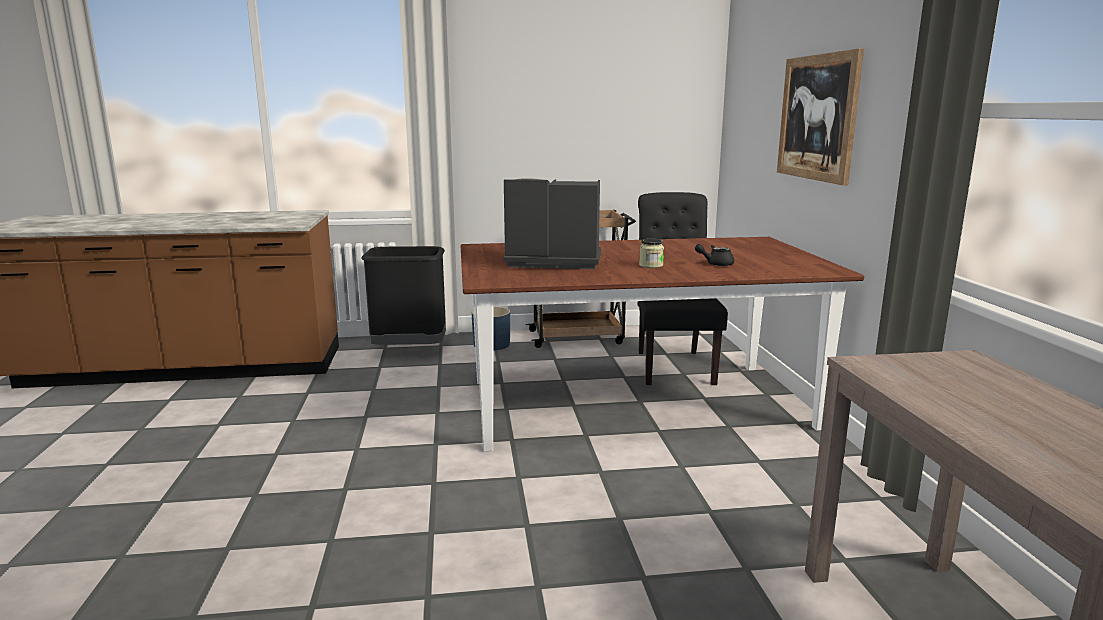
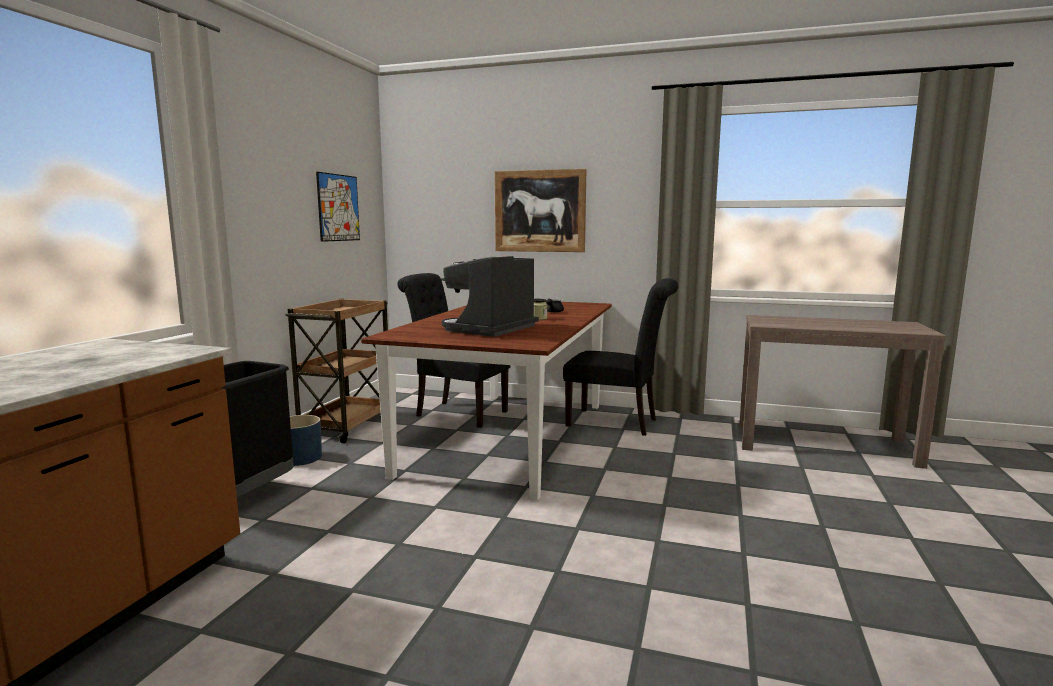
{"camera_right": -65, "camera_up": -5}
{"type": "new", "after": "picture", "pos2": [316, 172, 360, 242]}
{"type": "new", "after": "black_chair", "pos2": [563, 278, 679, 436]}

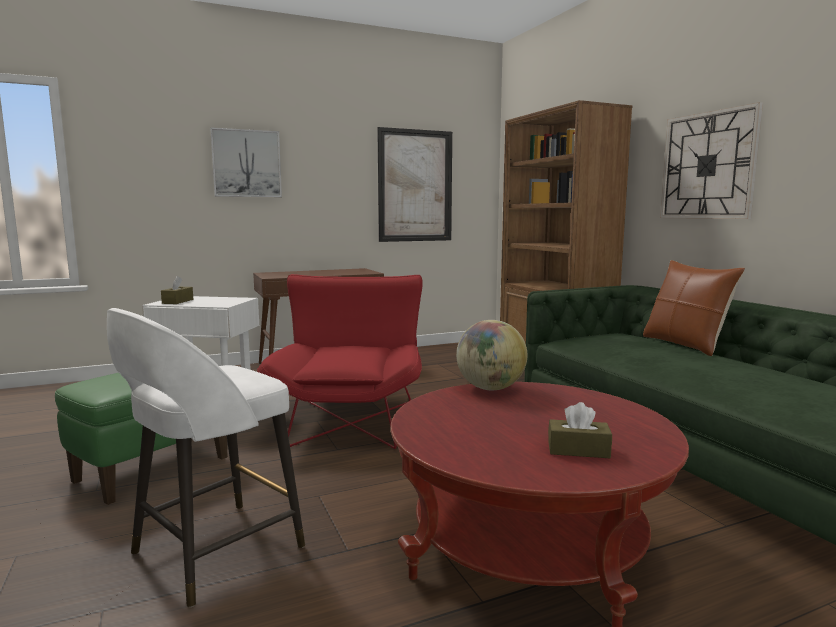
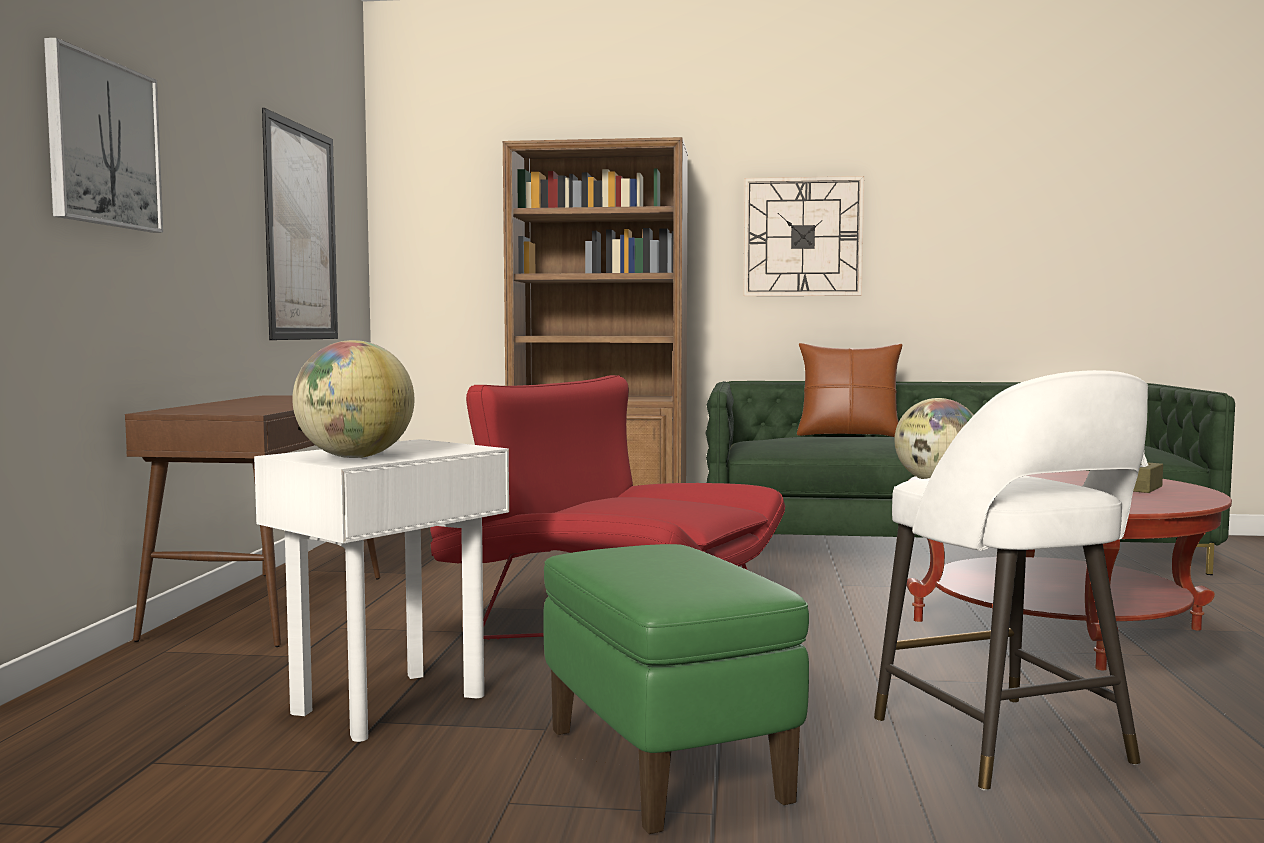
{"camera_right": -60, "camera_up": -5}
{"type": "swapped", "before": "brown_tissue_box", "after": "globe", "pos1": [161, 276, 193, 304], "pos2": [292, 340, 414, 458]}

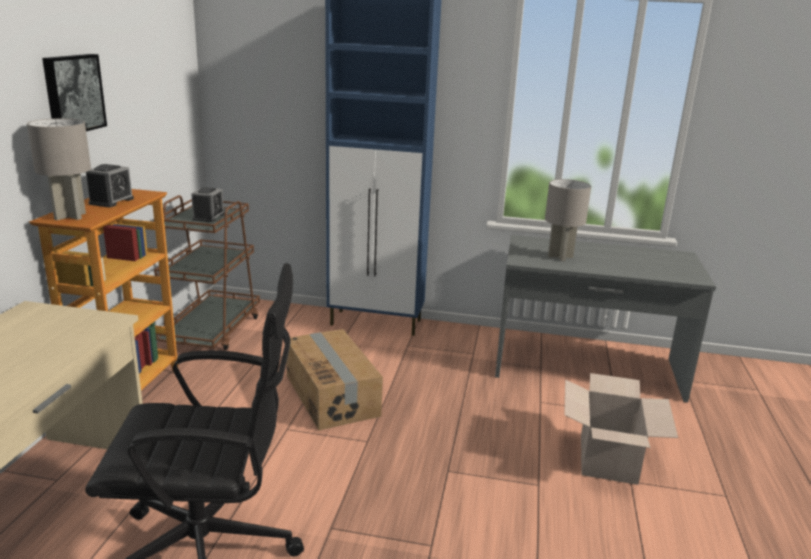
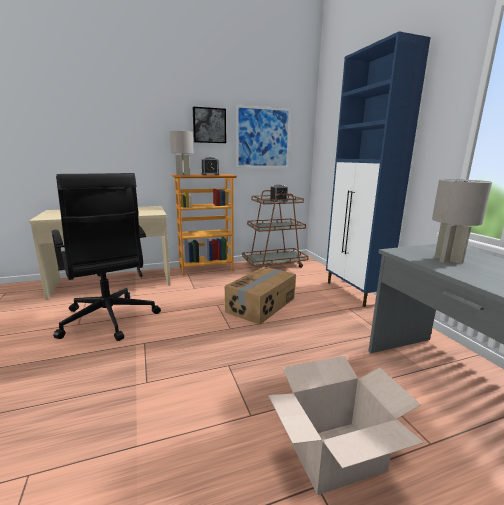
{"camera_right": 60, "camera_up": -5}
{"type": "new", "after": "picture", "pos2": [236, 105, 291, 168]}

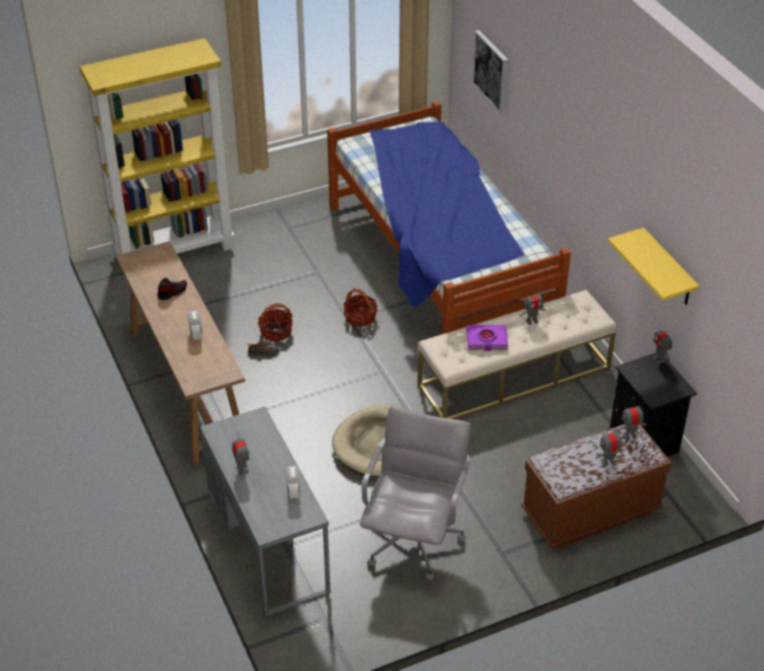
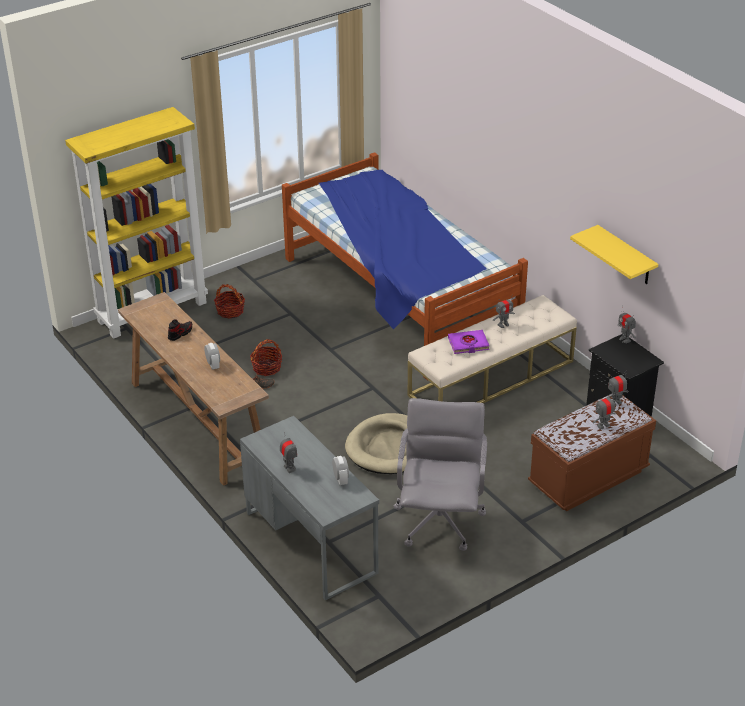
{"camera_right": -10, "camera_up": -5}
{"type": "gone", "before": "picture", "pos1": [472, 30, 508, 114]}
{"type": "shifted", "before": "basket", "pos1": [343, 288, 378, 327], "pos2": [214, 284, 245, 319]}

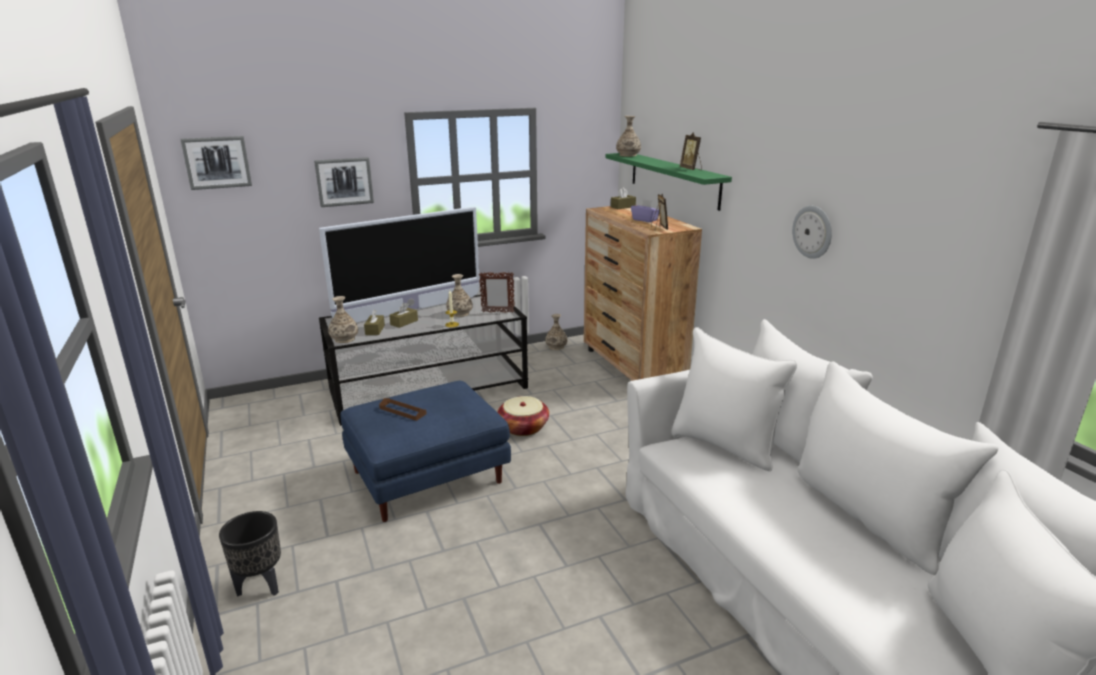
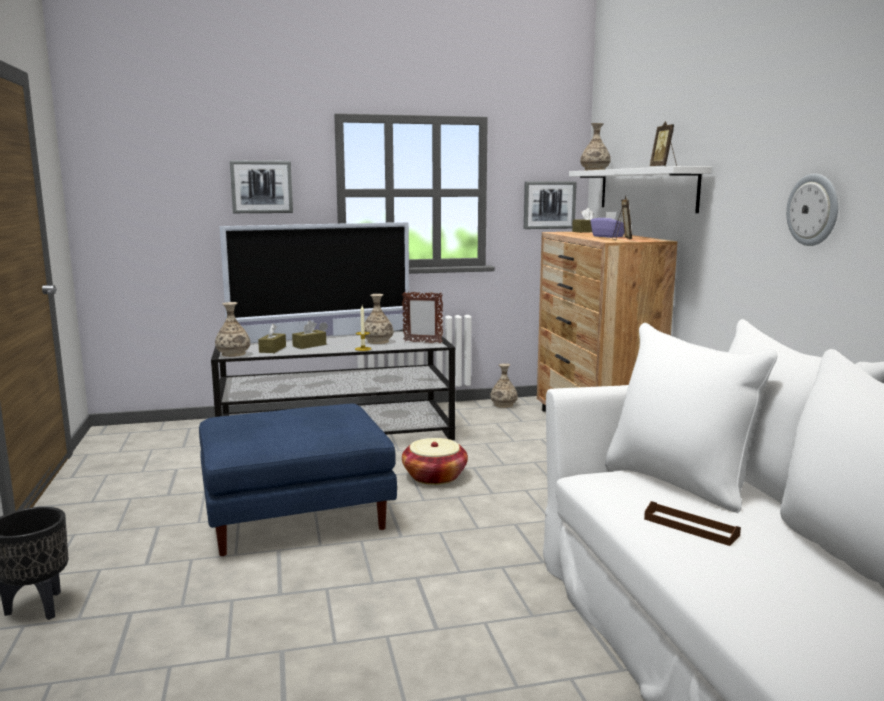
{"camera_right": 10, "camera_up": -10}
{"type": "shifted", "before": "picture", "pos1": [180, 136, 252, 190], "pos2": [524, 181, 577, 229]}
{"type": "shifted", "before": "brown_tray", "pos1": [379, 398, 427, 421], "pos2": [644, 501, 741, 546]}
{"type": "repainted", "before": "green_shelf", "after": "white_shelf", "pos1": [606, 153, 732, 211], "pos2": [569, 166, 712, 213]}

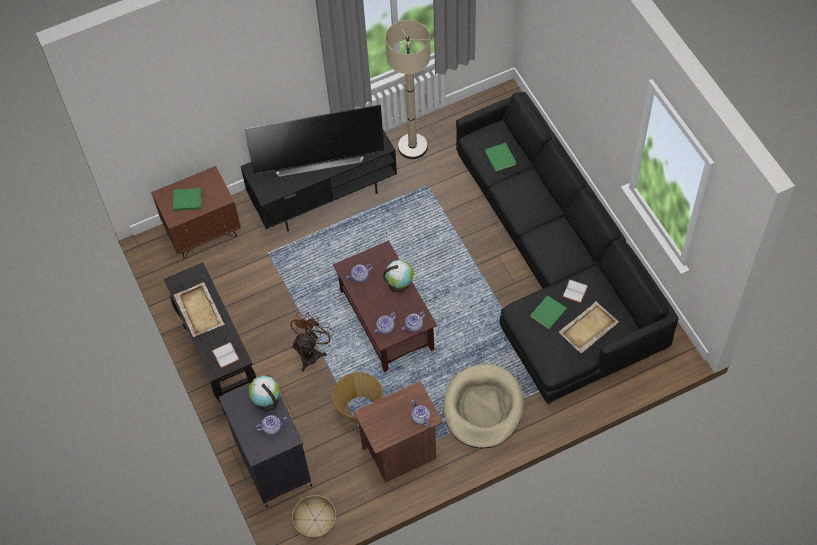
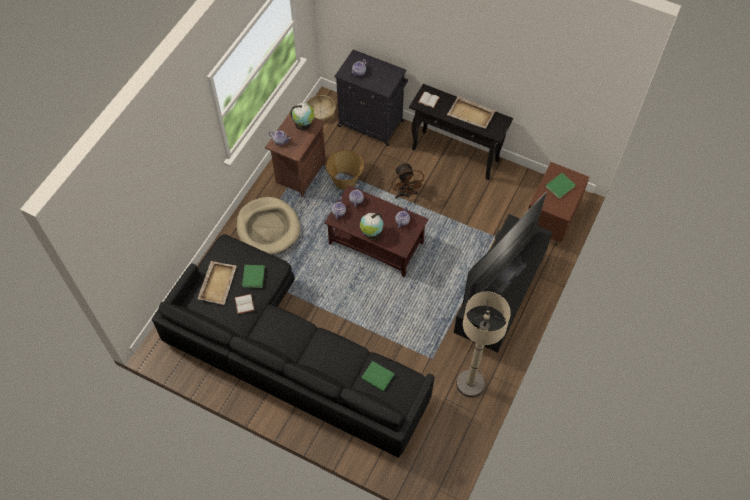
{"camera_right": 140, "camera_up": 0}
{"type": "shifted", "before": "globe", "pos1": [249, 375, 279, 412], "pos2": [290, 103, 314, 131]}

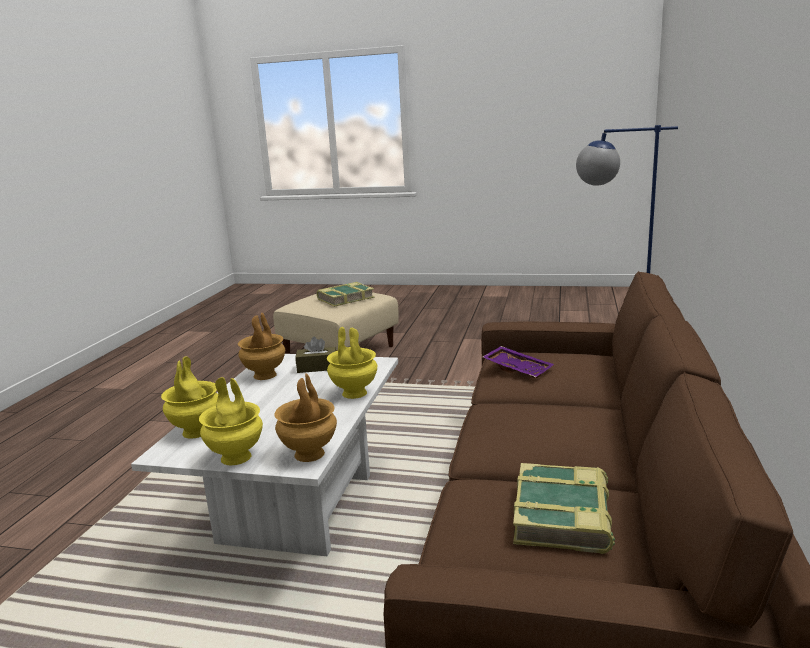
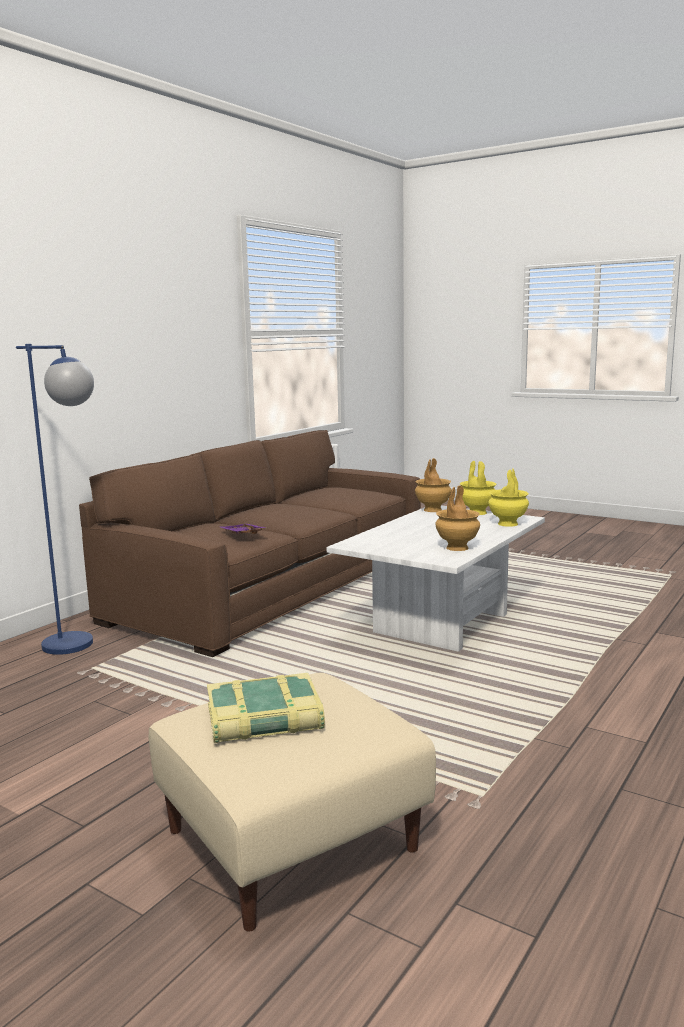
{"camera_right": -160, "camera_up": -5}
{"type": "gone", "before": "brown_tissue_box", "pos1": [295, 337, 336, 373]}
{"type": "gone", "before": "yellow_vase", "pos1": [327, 327, 377, 399]}
{"type": "gone", "before": "book", "pos1": [513, 463, 615, 554]}

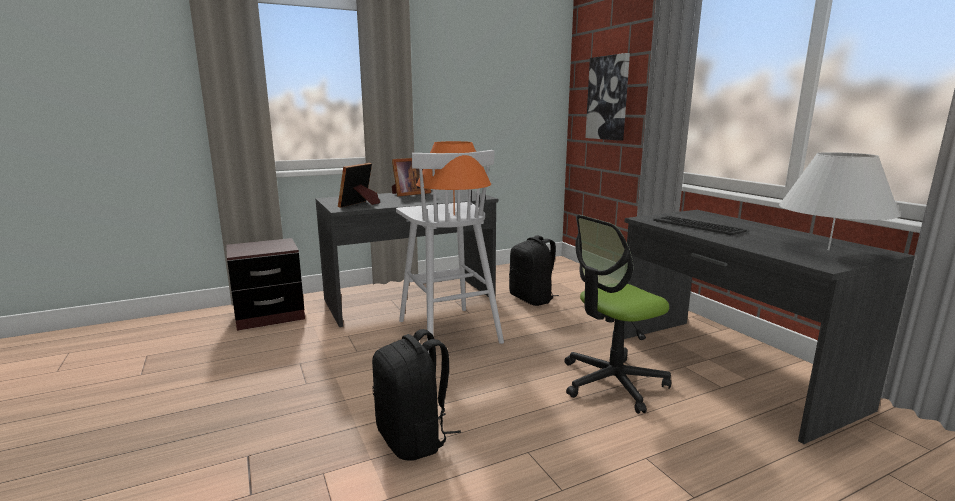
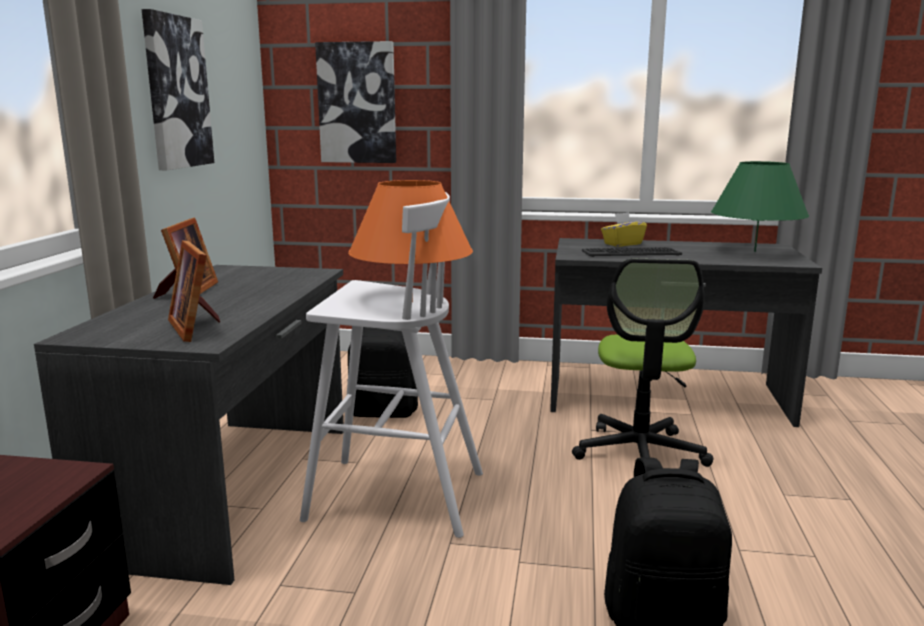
{"camera_right": -55, "camera_up": 0}
{"type": "new", "after": "picture", "pos2": [142, 9, 214, 170]}
{"type": "new", "after": "yellow_tissue_box", "pos2": [601, 212, 647, 247]}
{"type": "repainted", "before": "white_table_lamp", "after": "green_table_lamp", "pos1": [779, 152, 900, 250], "pos2": [711, 161, 809, 252]}

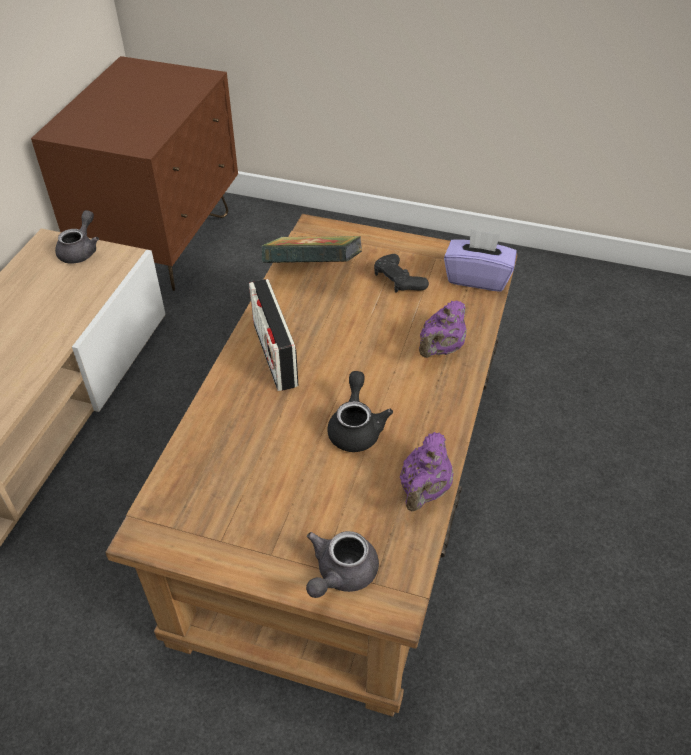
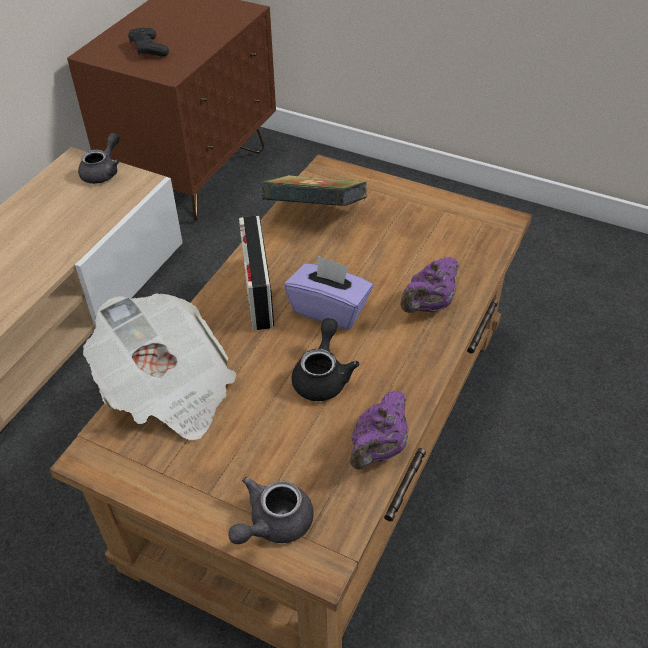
{"camera_right": 10, "camera_up": 0}
{"type": "new", "after": "newspaper", "pos2": [83, 293, 237, 440]}
{"type": "shifted", "before": "black_game_controller", "pos1": [374, 254, 429, 293], "pos2": [128, 28, 169, 57]}
{"type": "shifted", "before": "purple_tissue_box", "pos1": [444, 229, 517, 292], "pos2": [284, 256, 373, 330]}

